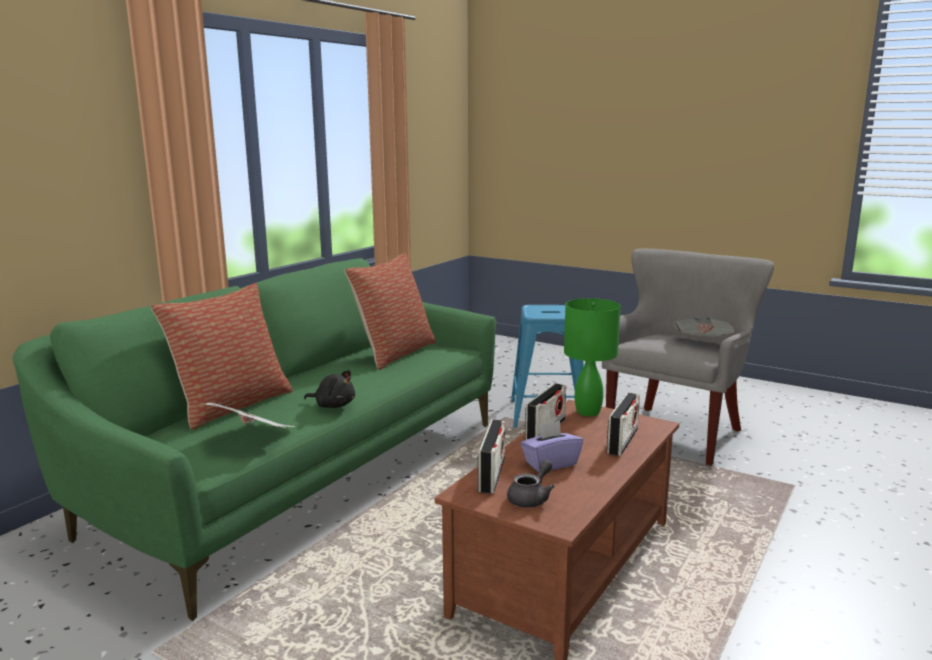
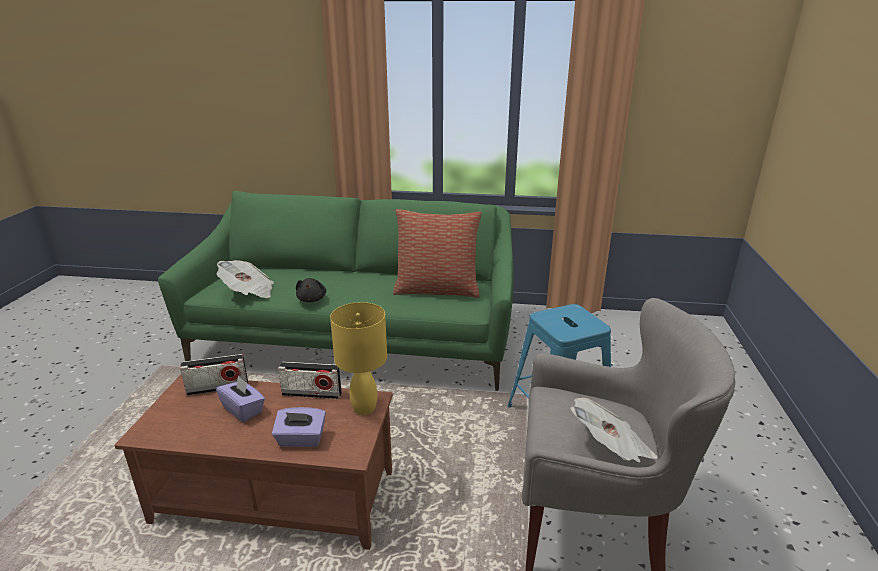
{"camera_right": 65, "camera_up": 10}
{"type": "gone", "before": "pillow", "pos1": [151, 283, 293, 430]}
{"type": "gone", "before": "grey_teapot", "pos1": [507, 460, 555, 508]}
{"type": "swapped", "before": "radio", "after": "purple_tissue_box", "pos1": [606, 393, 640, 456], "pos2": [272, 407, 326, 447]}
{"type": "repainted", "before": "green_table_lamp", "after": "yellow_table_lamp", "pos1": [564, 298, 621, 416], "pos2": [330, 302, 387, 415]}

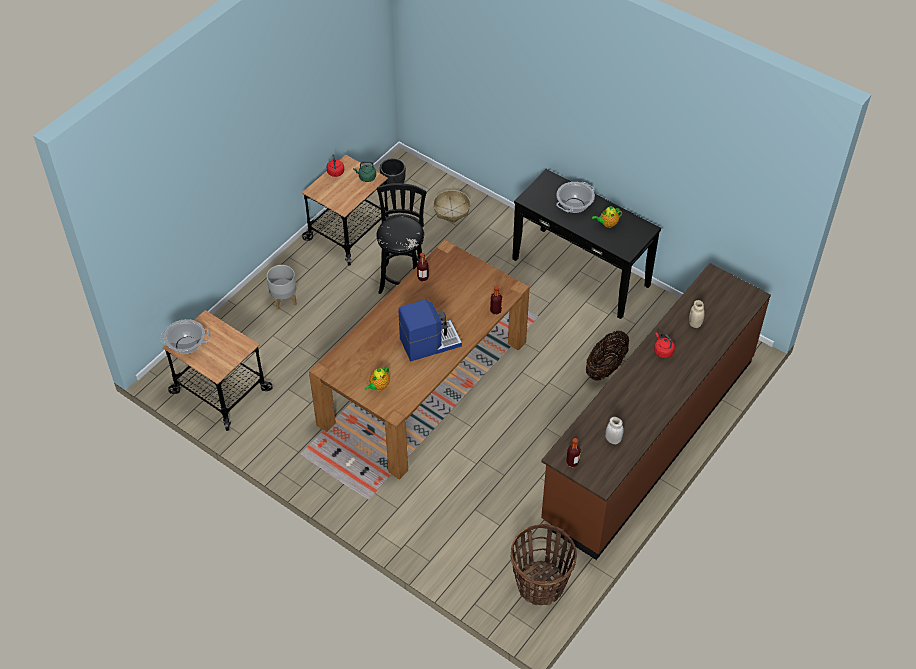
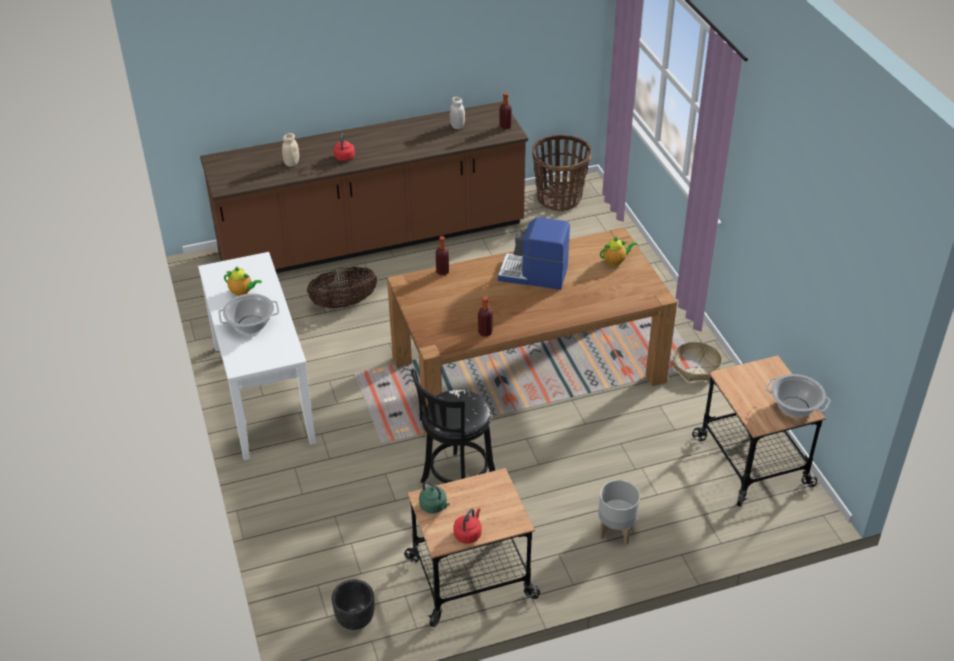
{"camera_right": -145, "camera_up": -10}
{"type": "shifted", "before": "basket", "pos1": [433, 190, 471, 223], "pos2": [673, 341, 723, 381]}
{"type": "repainted", "before": "black_console_table", "after": "white_console_table", "pos1": [512, 169, 661, 319], "pos2": [198, 252, 316, 460]}

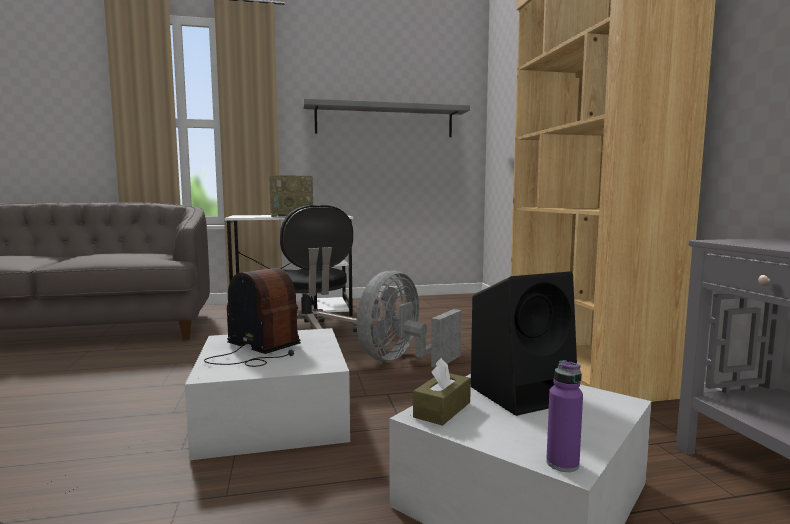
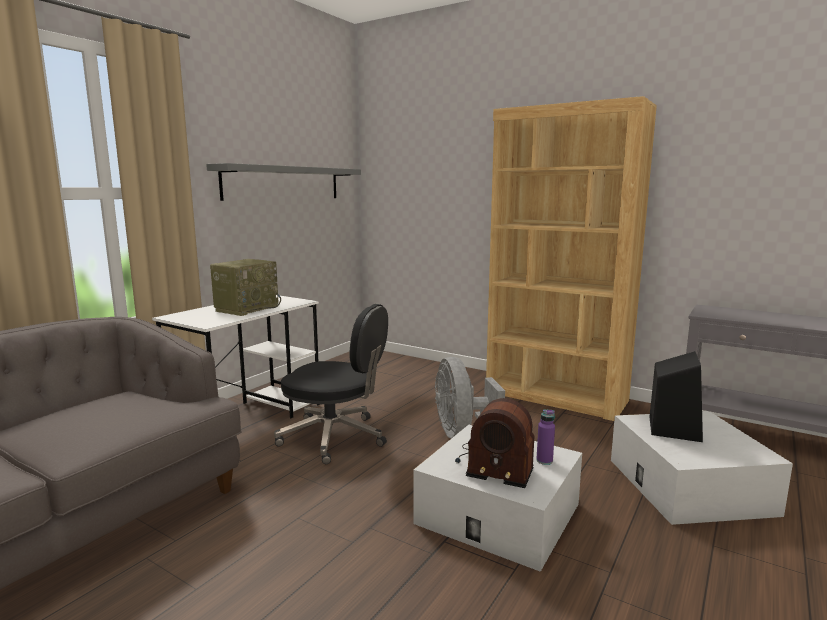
{"camera_right": -45, "camera_up": 5}
{"type": "gone", "before": "brown_tissue_box", "pos1": [413, 358, 471, 426]}
{"type": "shifted", "before": "purple_bottle", "pos1": [546, 360, 583, 472], "pos2": [536, 410, 555, 465]}
{"type": "rotated", "before": "radio", "pos1": [204, 268, 301, 367], "pos2": [455, 398, 535, 488], "turn": -150}

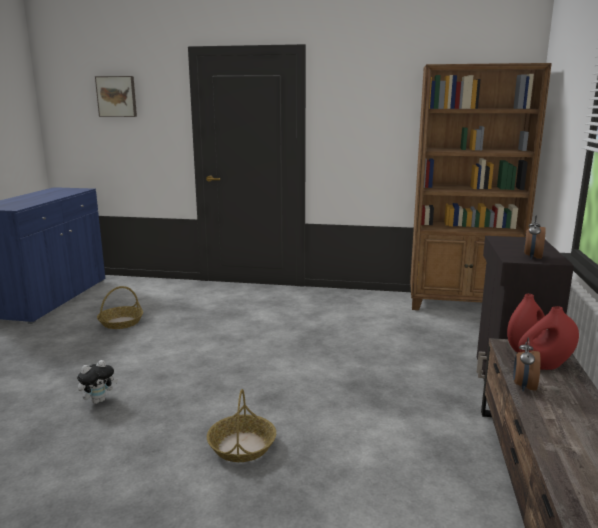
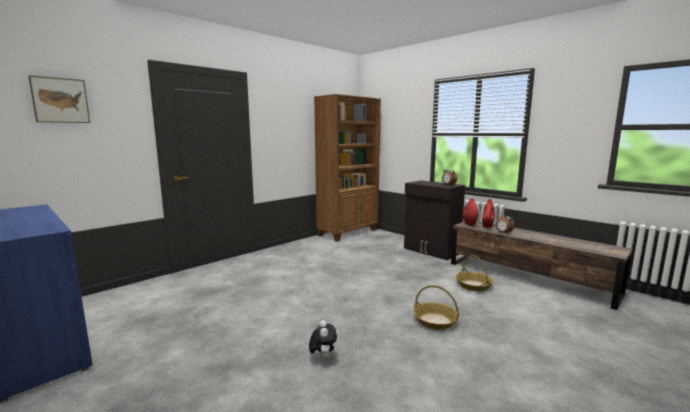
{"camera_right": -55, "camera_up": -5}
{"type": "shifted", "before": "basket", "pos1": [97, 286, 143, 329], "pos2": [456, 256, 494, 291]}

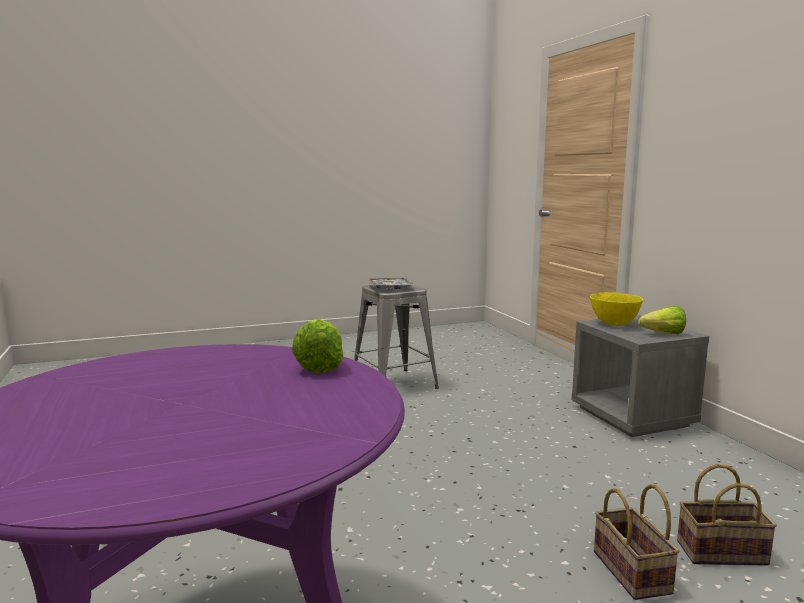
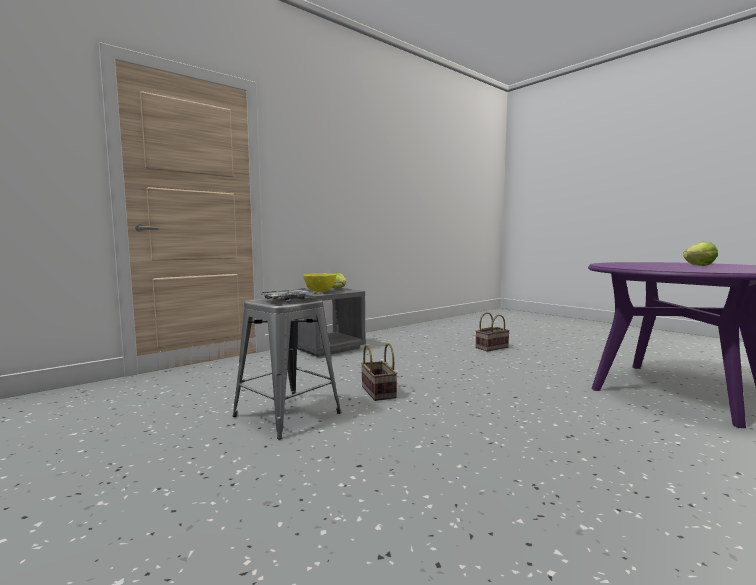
{"camera_right": -110, "camera_up": -5}
{"type": "shifted", "before": "lettuce", "pos1": [292, 319, 344, 374], "pos2": [683, 241, 718, 266]}
{"type": "shifted", "before": "basket", "pos1": [677, 464, 777, 566], "pos2": [361, 343, 398, 401]}

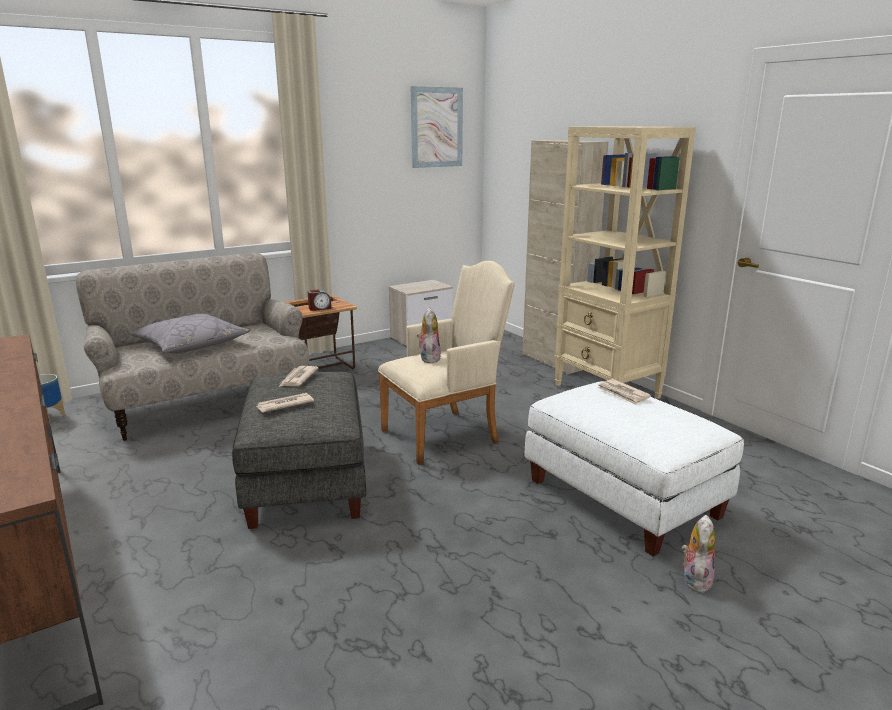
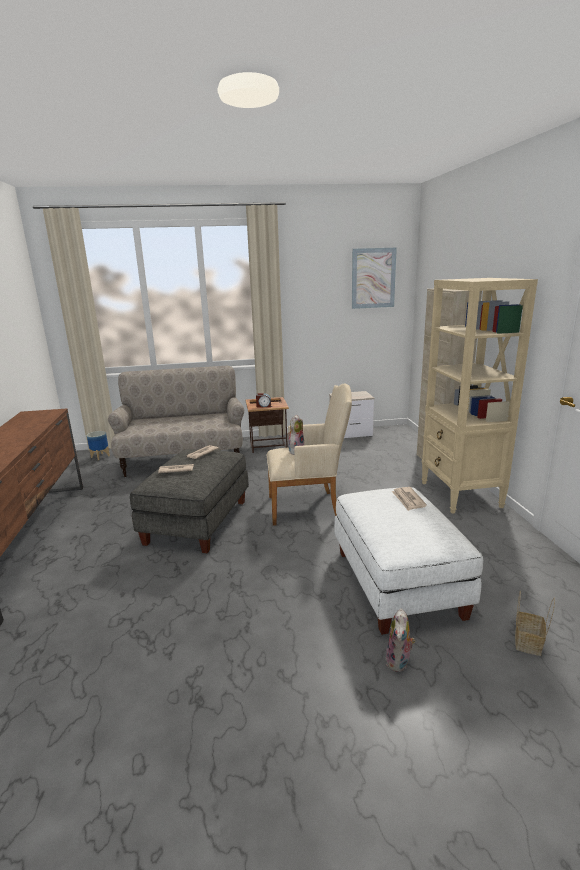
{"camera_right": 25, "camera_up": 0}
{"type": "gone", "before": "grey_pillow", "pos1": [130, 313, 250, 354]}
{"type": "new", "after": "basket", "pos2": [515, 590, 555, 656]}
{"type": "rotated", "before": "plush_toy", "pos1": [682, 515, 716, 593], "pos2": [386, 608, 416, 672], "turn": 150}

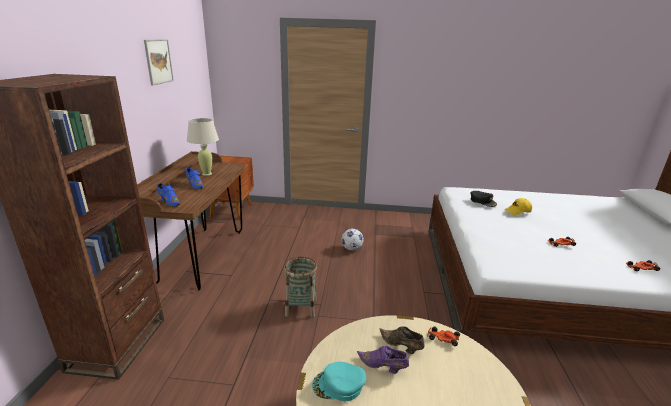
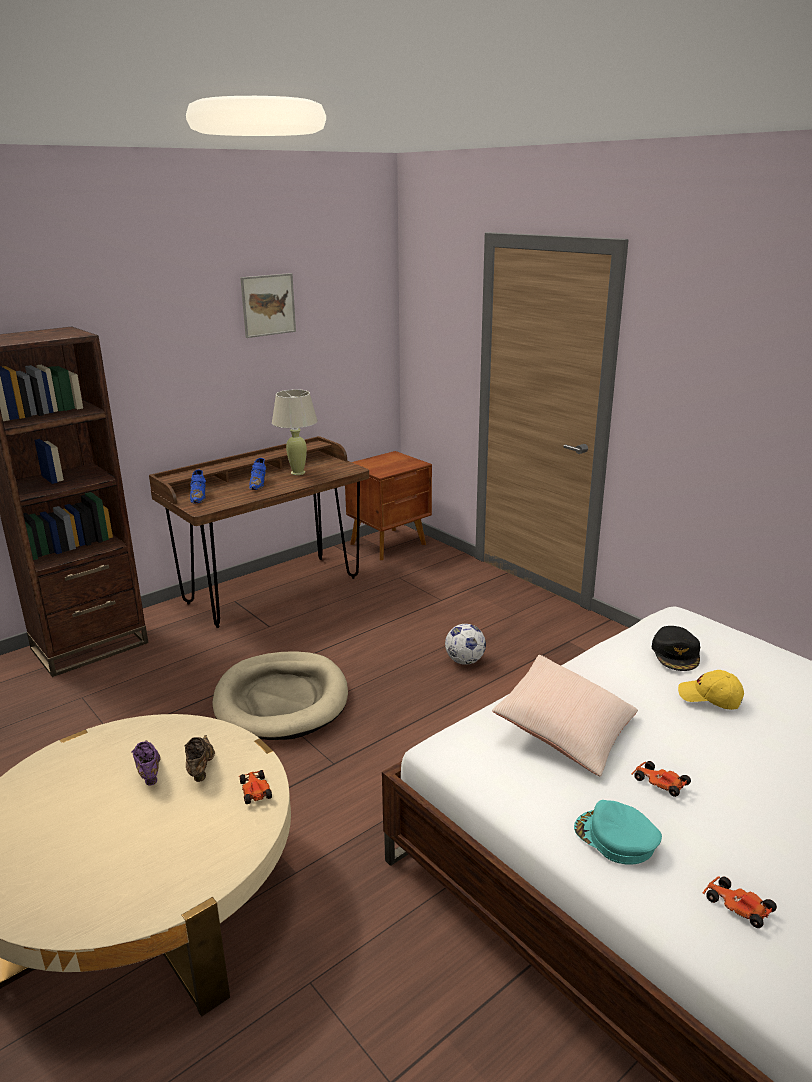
{"camera_right": 45, "camera_up": 0}
{"type": "new", "after": "beige_pillow", "pos2": [492, 655, 638, 777]}
{"type": "shifted", "before": "turquoise_cap", "pos1": [312, 362, 366, 401], "pos2": [574, 800, 662, 865]}
{"type": "swapped", "before": "basket", "after": "beige_dog_bed", "pos1": [284, 257, 317, 318], "pos2": [213, 651, 348, 740]}

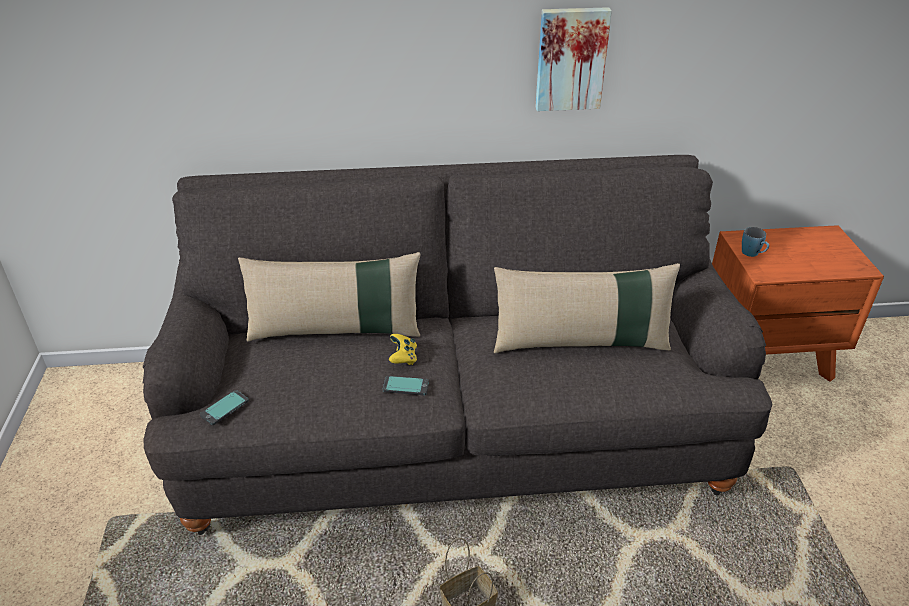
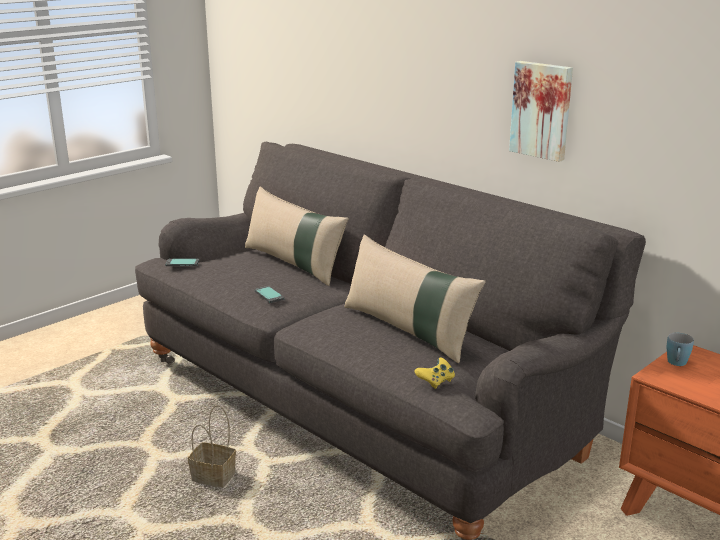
{"camera_right": 50, "camera_up": -15}
{"type": "shifted", "before": "yellow_game_controller", "pos1": [389, 334, 417, 365], "pos2": [414, 358, 455, 389]}

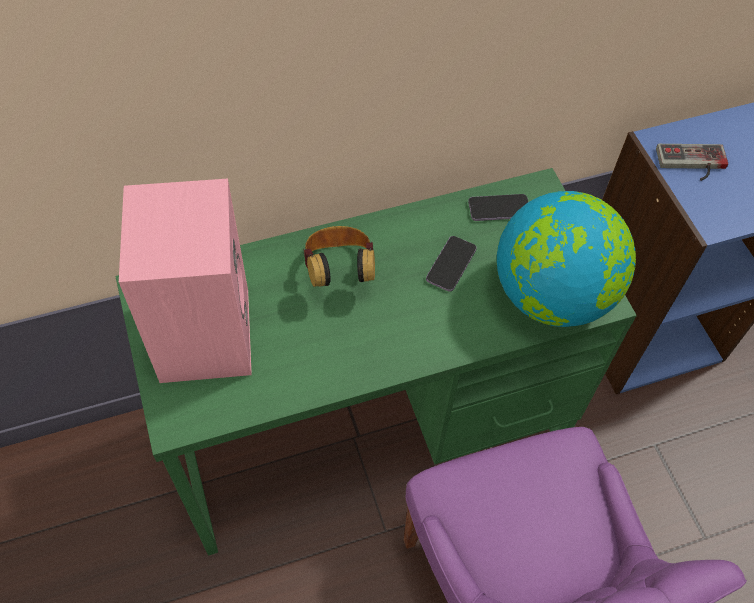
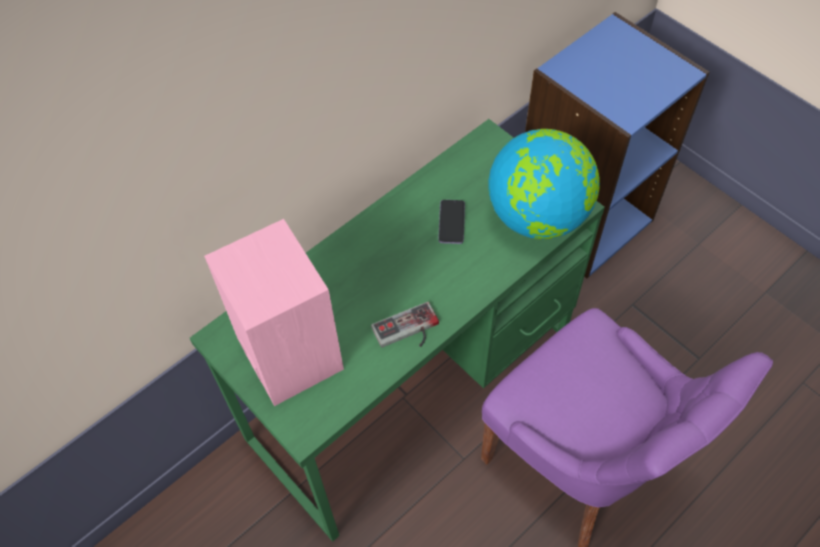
{"camera_right": -20, "camera_up": 0}
{"type": "gone", "before": "headphones", "pos1": [303, 226, 375, 287]}
{"type": "gone", "before": "phone", "pos1": [468, 194, 528, 221]}
{"type": "shifted", "before": "game_controller", "pos1": [656, 144, 728, 181], "pos2": [371, 302, 439, 348]}

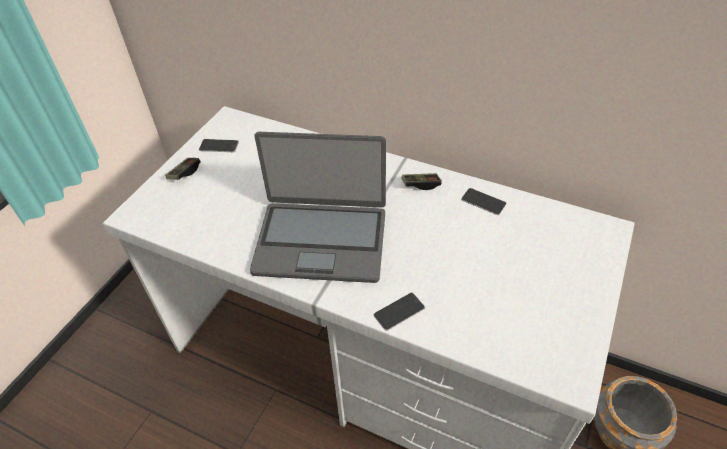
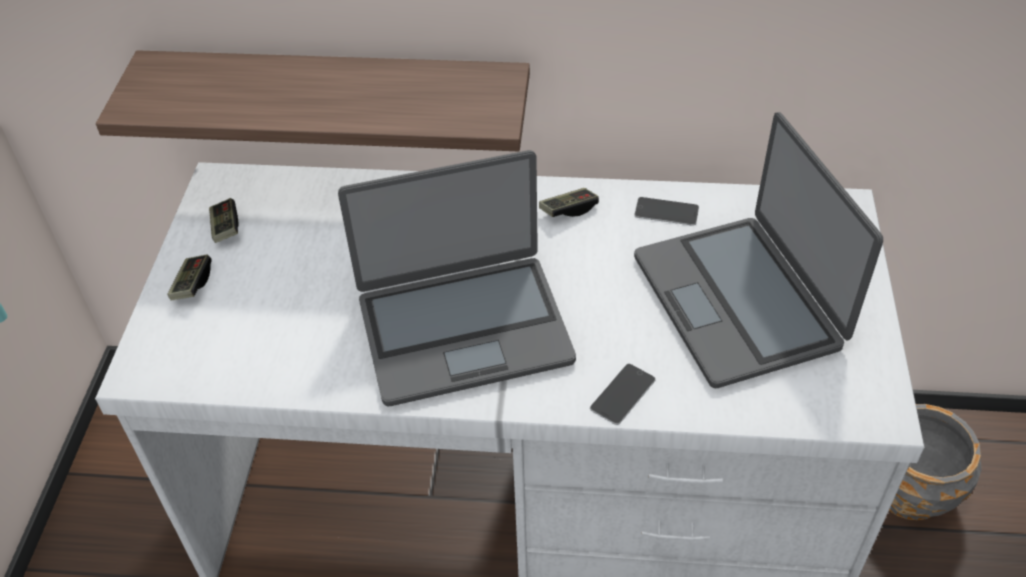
{"camera_right": -20, "camera_up": 0}
{"type": "new", "after": "shelf", "pos2": [96, 50, 530, 151]}
{"type": "new", "after": "laptop", "pos2": [634, 112, 883, 388]}
{"type": "swapped", "before": "phone", "after": "game_controller", "pos1": [199, 139, 239, 152], "pos2": [209, 198, 239, 243]}

